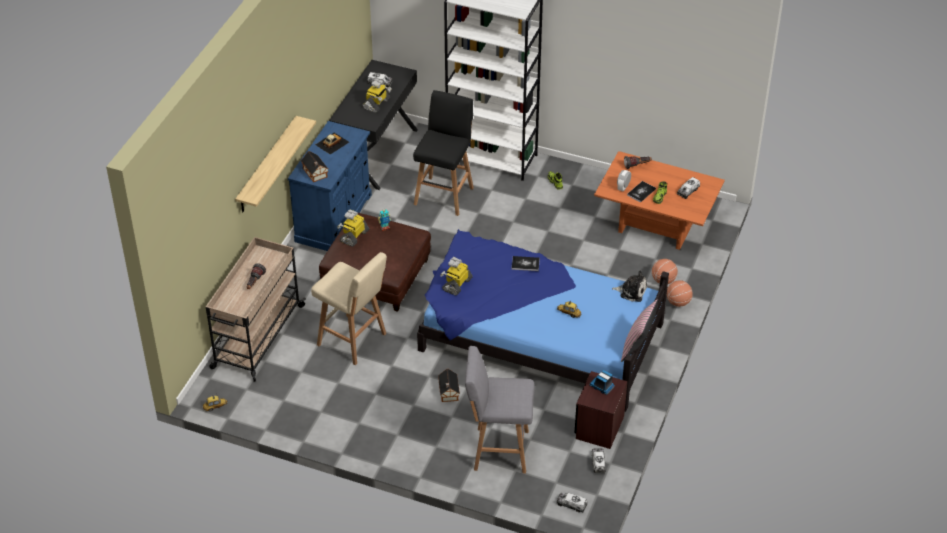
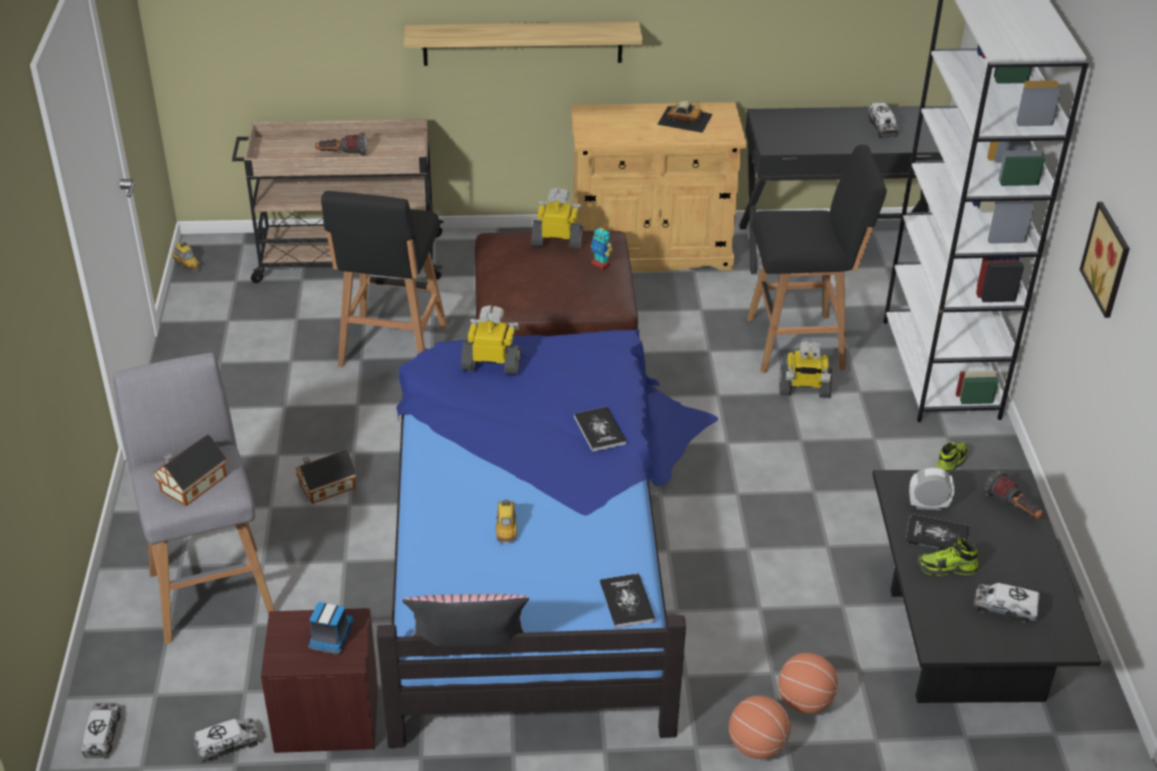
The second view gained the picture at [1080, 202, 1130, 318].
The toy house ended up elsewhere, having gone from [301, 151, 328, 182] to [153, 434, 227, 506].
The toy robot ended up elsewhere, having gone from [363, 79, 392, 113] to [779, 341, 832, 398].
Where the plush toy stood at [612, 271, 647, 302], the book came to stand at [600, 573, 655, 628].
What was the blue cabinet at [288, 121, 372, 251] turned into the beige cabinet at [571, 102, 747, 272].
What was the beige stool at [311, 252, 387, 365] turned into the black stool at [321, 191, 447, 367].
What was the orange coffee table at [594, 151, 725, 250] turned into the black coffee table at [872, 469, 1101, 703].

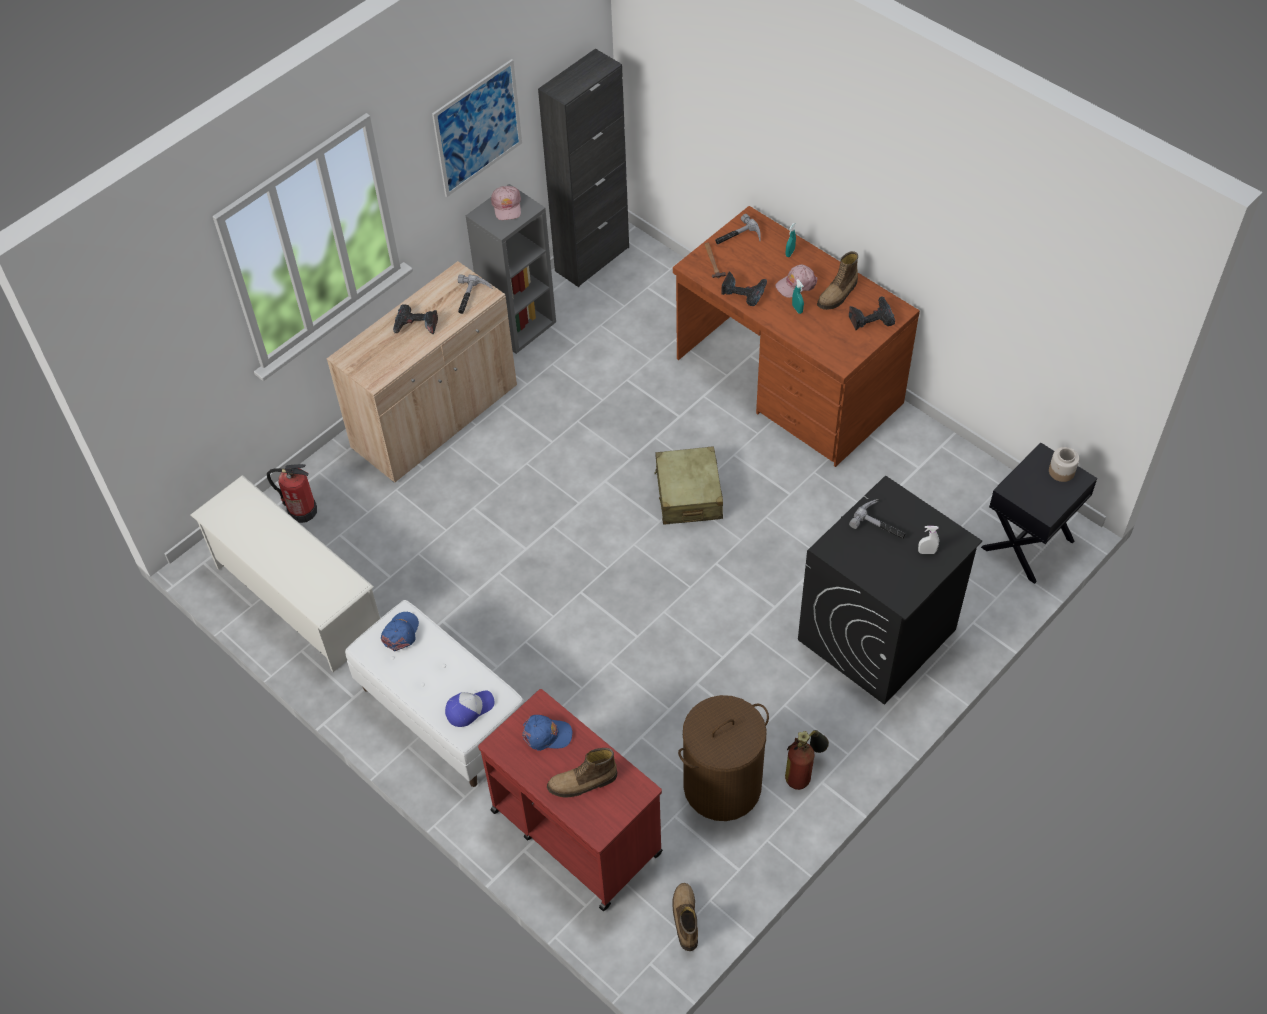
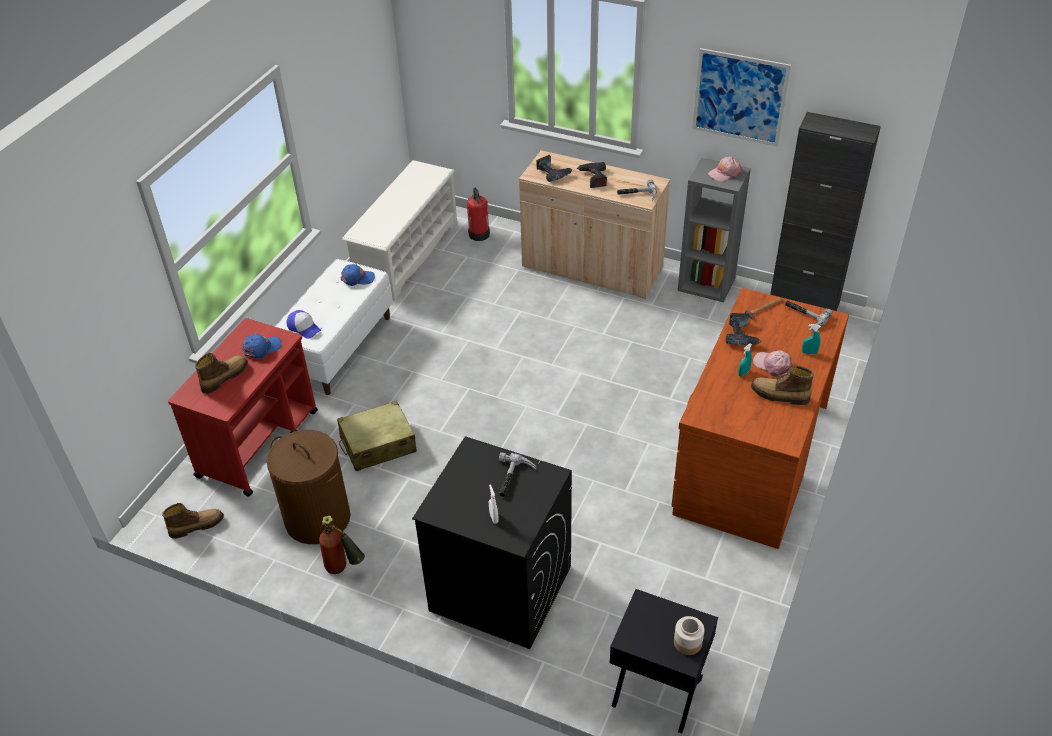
The beige suitcase ended up elsewhere, having gone from [654, 446, 723, 525] to [337, 401, 417, 471].
The power drill ended up elsewhere, having gone from [849, 296, 895, 330] to [536, 155, 573, 182].
The blue cap at [522, 715, 572, 751] ended up facing another way, 105 degrees counterclockwise from before.
The boot at [547, 748, 617, 797] ended up facing another way, 75 degrees clockwise from before.

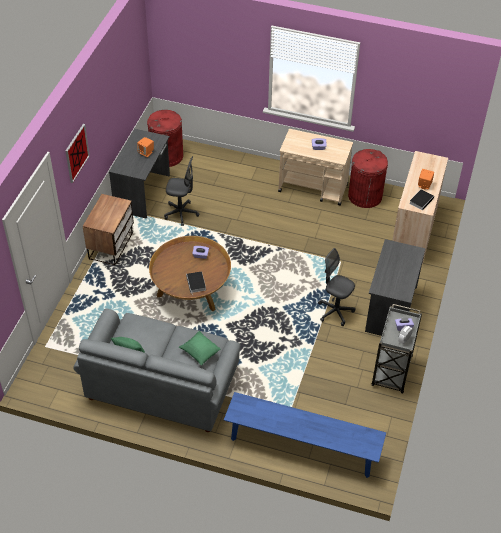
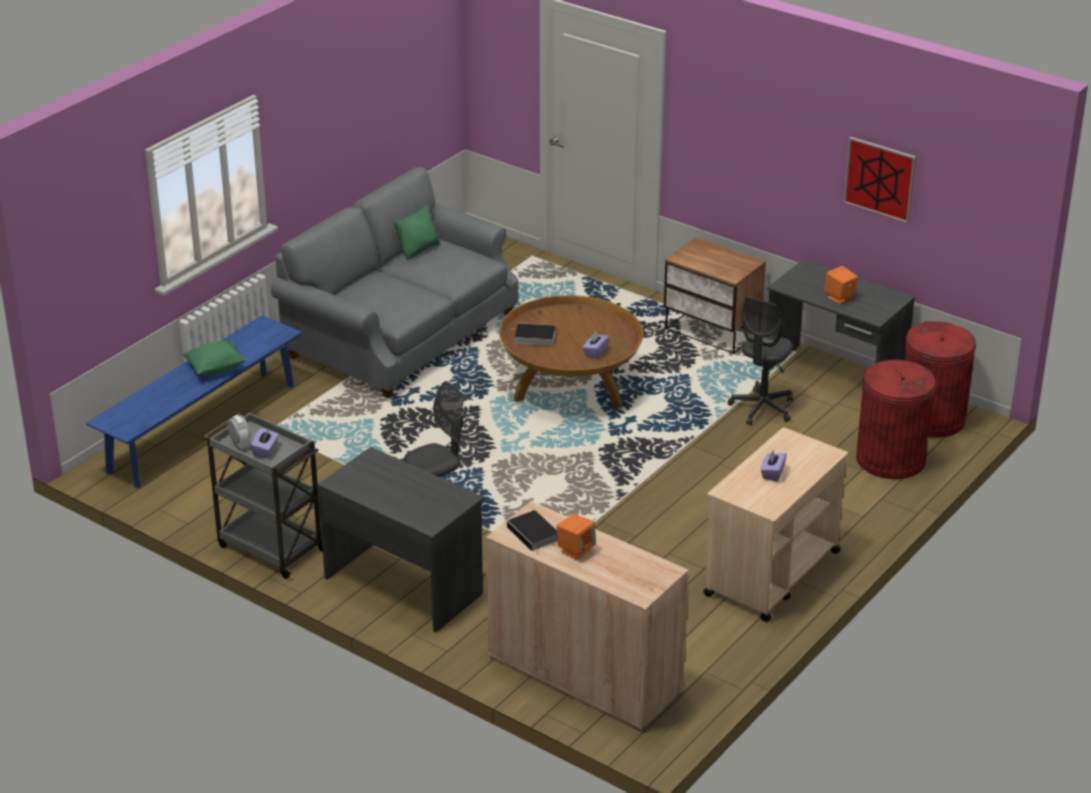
The picture ended up elsewhere, having gone from [65, 124, 90, 183] to [843, 137, 916, 223].
The green pillow ended up elsewhere, having gone from [179, 331, 220, 366] to [183, 340, 247, 375].
The red trash can ended up elsewhere, having gone from [348, 149, 388, 208] to [856, 360, 936, 479].

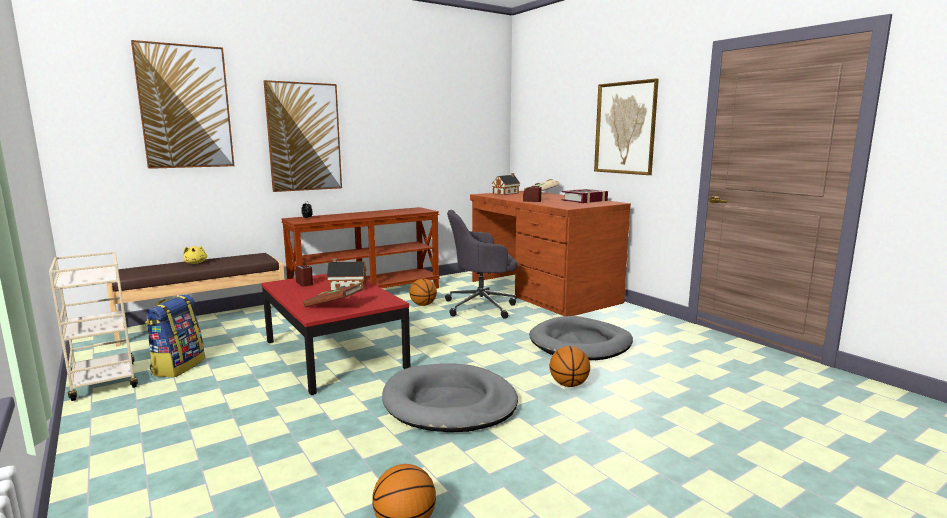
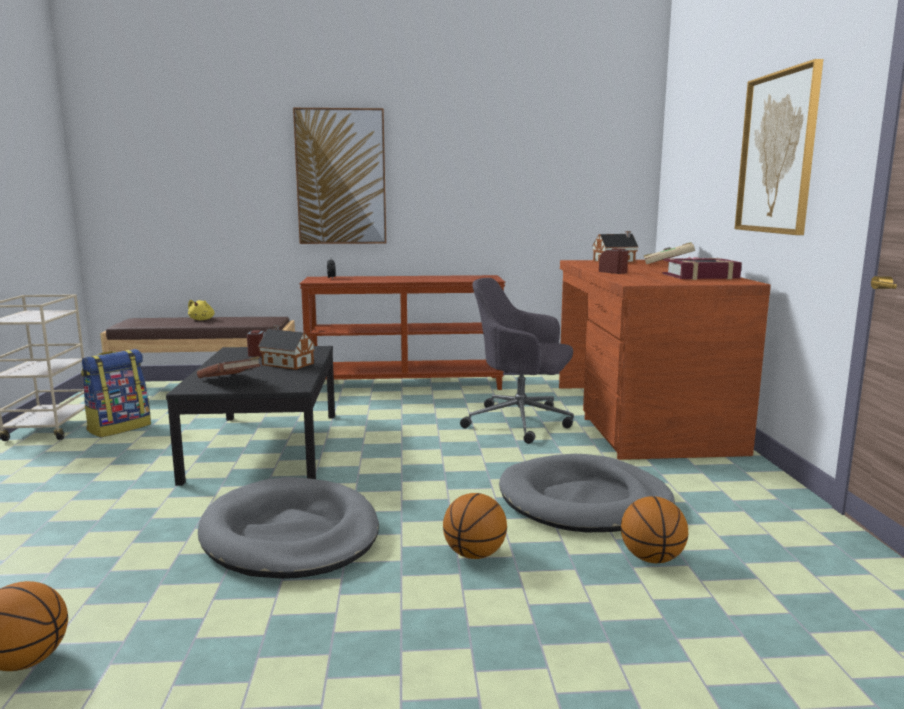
The second view lost the picture at [131, 40, 234, 169].
The basketball ended up elsewhere, having gone from [410, 279, 437, 306] to [621, 496, 688, 563].
What was the red coffee table at [261, 274, 410, 395] turned into the black coffee table at [166, 346, 335, 486].

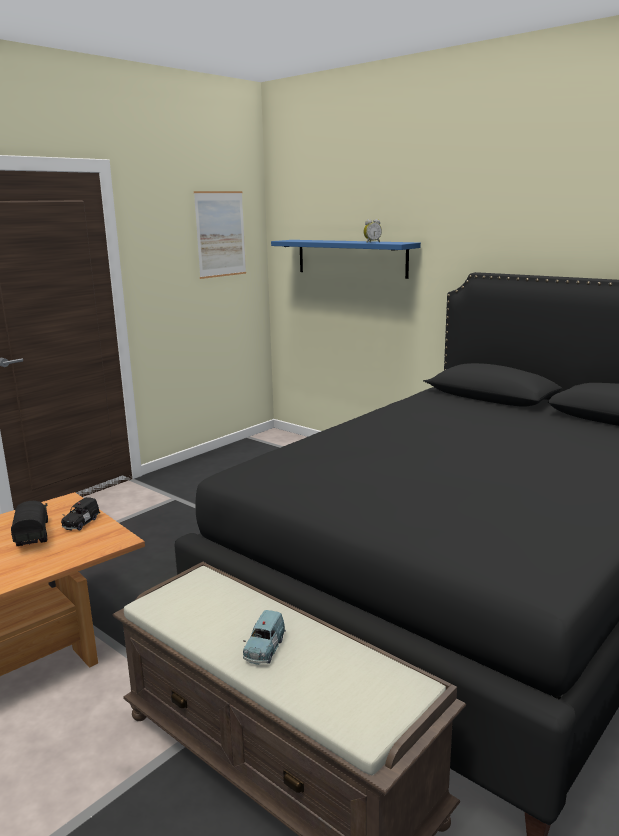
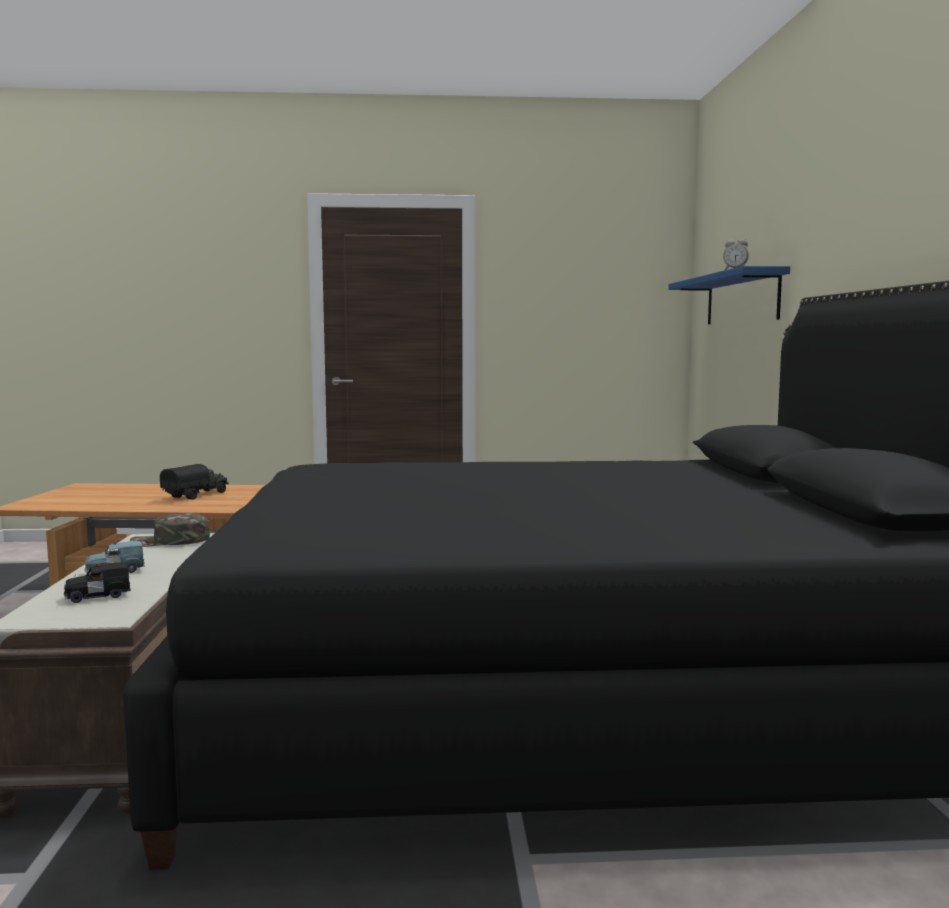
The second view lost the picture at [194, 191, 246, 279].
The second view gained the green cap at [130, 513, 210, 547].
The black toy car ended up elsewhere, having gone from [61, 497, 100, 531] to [64, 562, 131, 603].

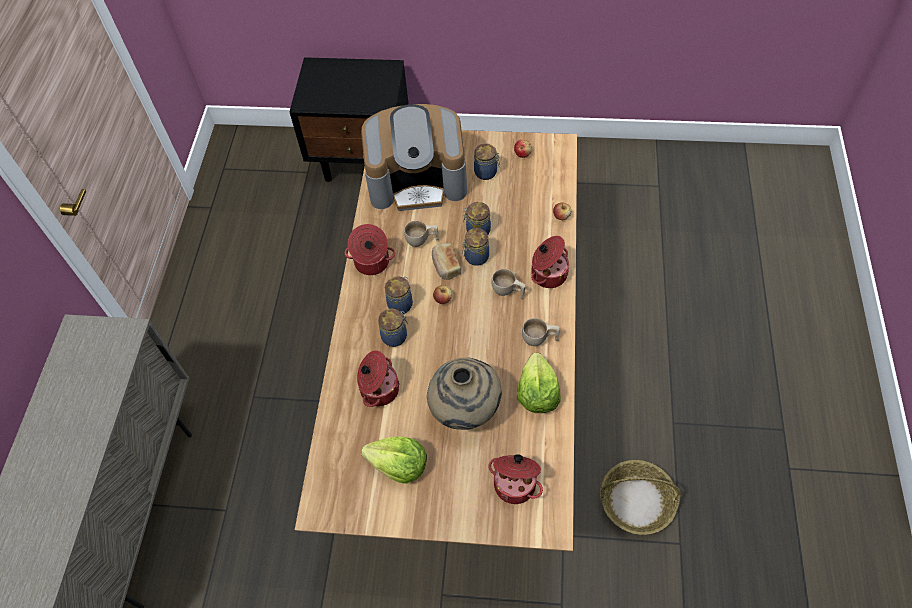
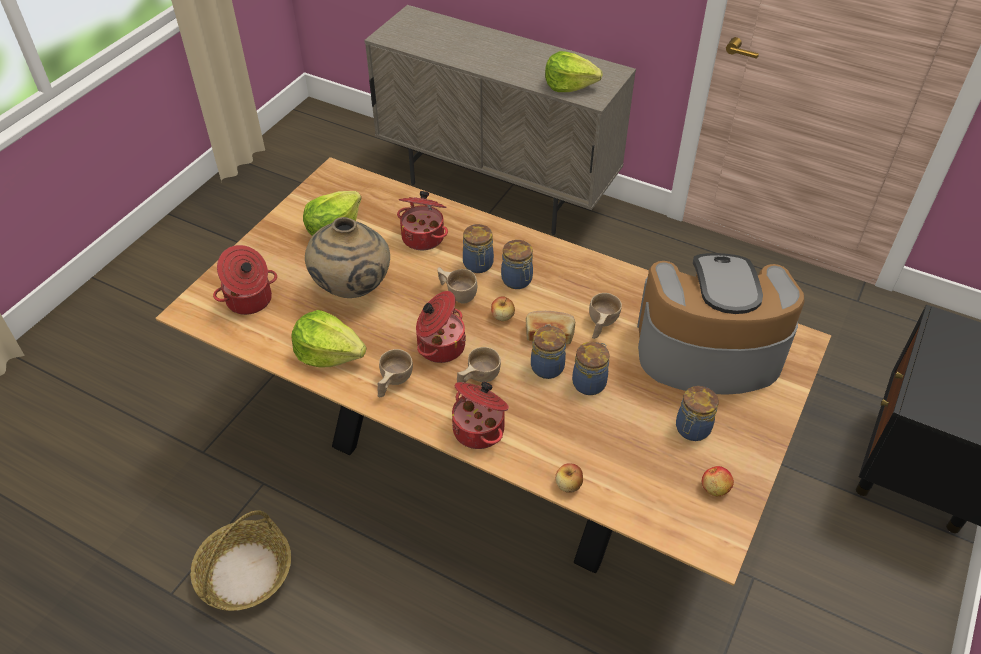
The second view gained the beige cup at [437, 267, 477, 303].
The second view gained the lettuce at [545, 51, 603, 92].
The cooking pot ended up elsewhere, having gone from [345, 224, 395, 275] to [416, 291, 466, 363].
The coffee machine at [361, 104, 467, 211] ended up facing another way, 75 degrees clockwise from before.

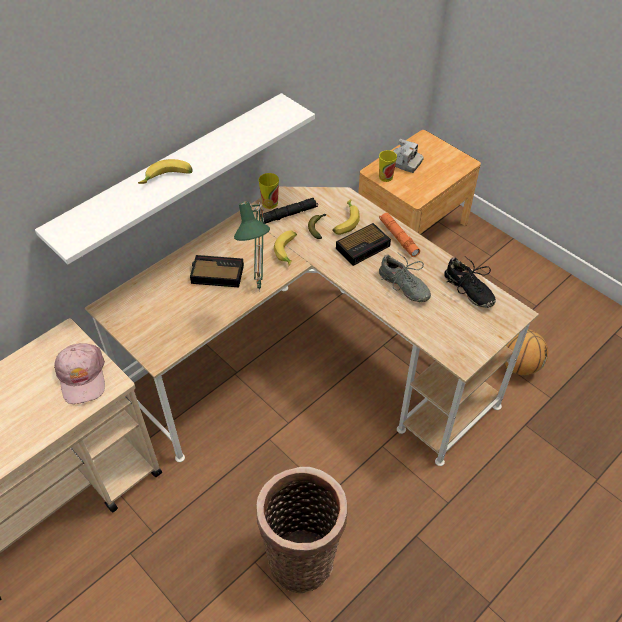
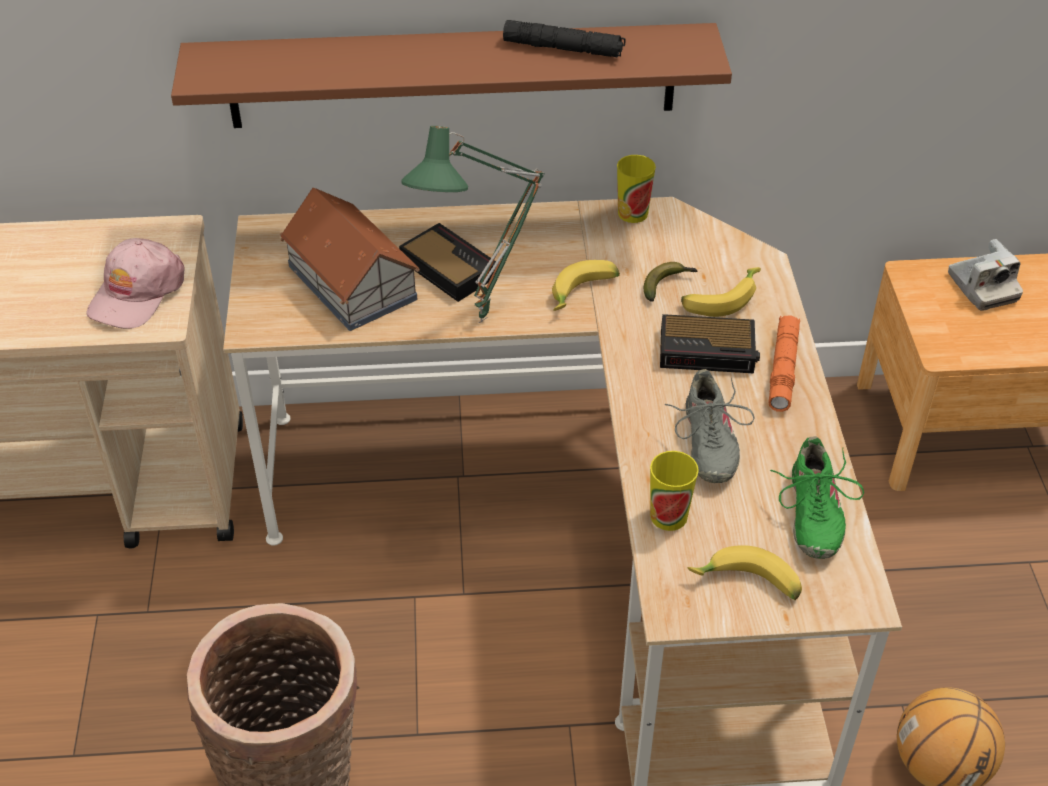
The second view gained the toy house at [280, 188, 419, 331].
The banana ended up elsewhere, having gone from [138, 159, 192, 184] to [687, 545, 802, 600].
The black flashlight ended up elsewhere, having gone from [263, 198, 318, 224] to [503, 20, 625, 57].
The cup ended up elsewhere, having gone from [379, 150, 397, 182] to [650, 451, 699, 531].
What was the white shelf at [35, 93, 315, 264] turned into the brown shelf at [171, 23, 732, 128].
What was the black shoe at [444, 256, 496, 308] turned into the green shoe at [770, 436, 864, 559].

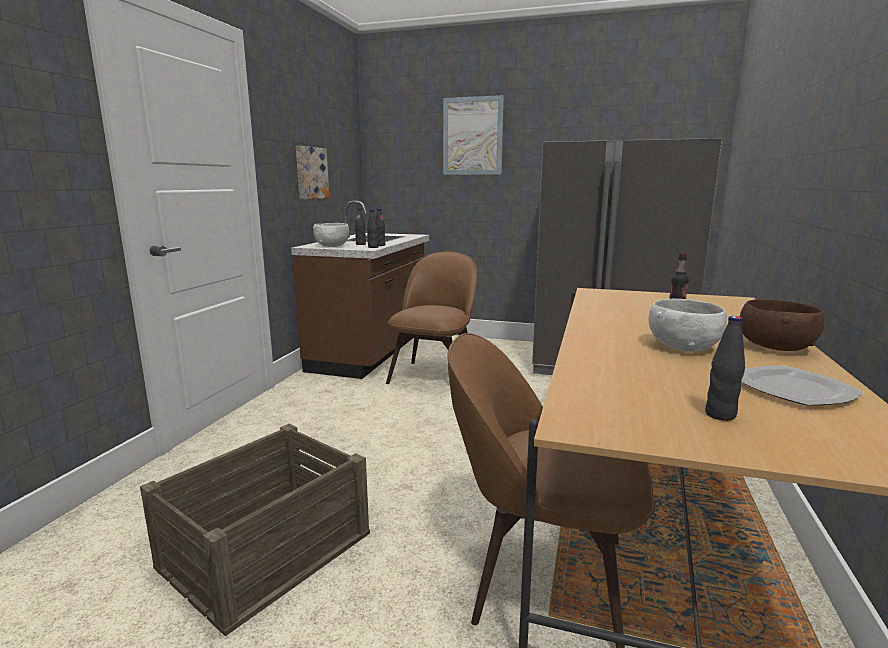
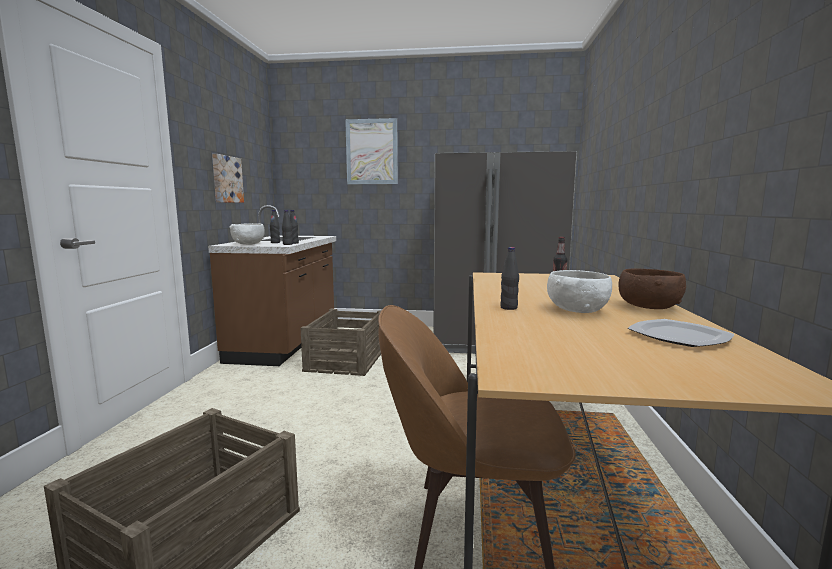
The black bottle ended up elsewhere, having gone from [705, 316, 745, 421] to [500, 247, 519, 310].
Where the brown chair stood at [386, 252, 477, 384], the crate came to stand at [301, 308, 381, 376].

